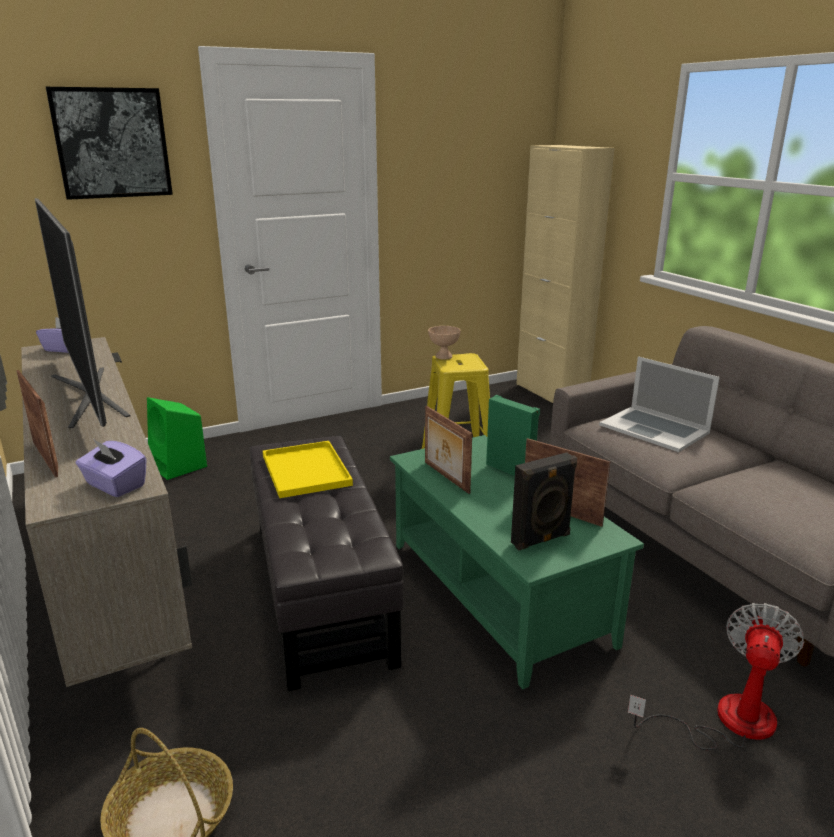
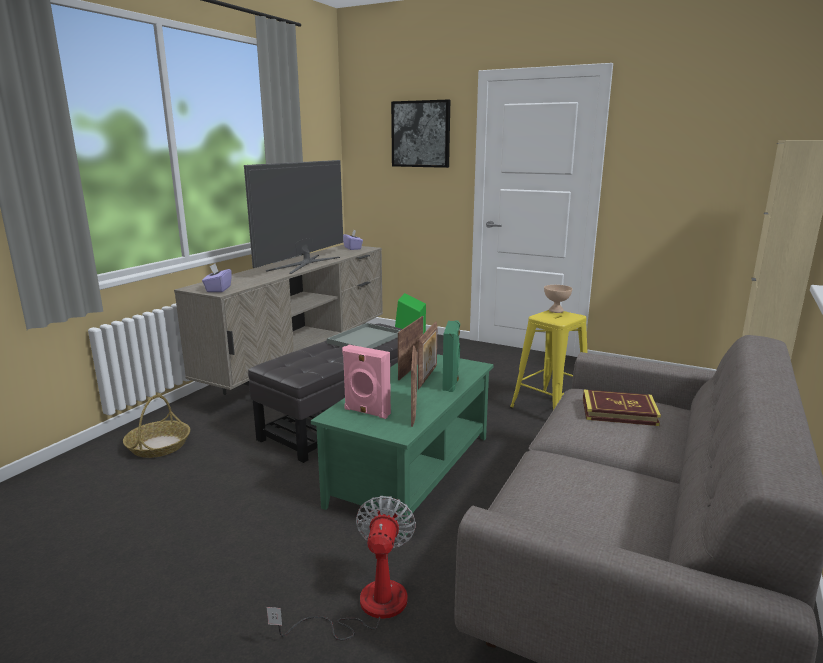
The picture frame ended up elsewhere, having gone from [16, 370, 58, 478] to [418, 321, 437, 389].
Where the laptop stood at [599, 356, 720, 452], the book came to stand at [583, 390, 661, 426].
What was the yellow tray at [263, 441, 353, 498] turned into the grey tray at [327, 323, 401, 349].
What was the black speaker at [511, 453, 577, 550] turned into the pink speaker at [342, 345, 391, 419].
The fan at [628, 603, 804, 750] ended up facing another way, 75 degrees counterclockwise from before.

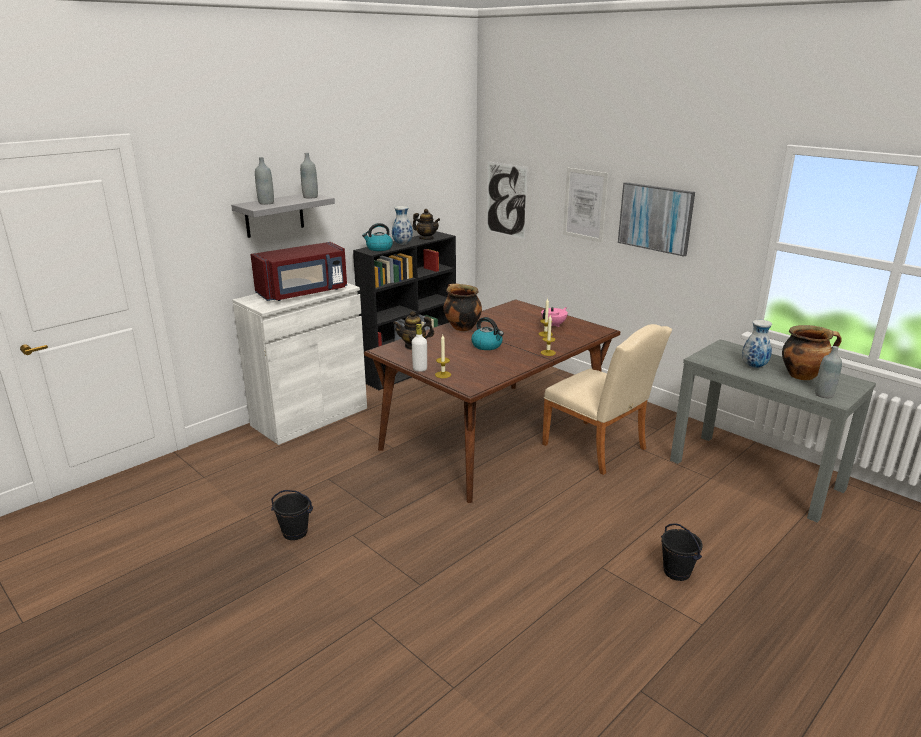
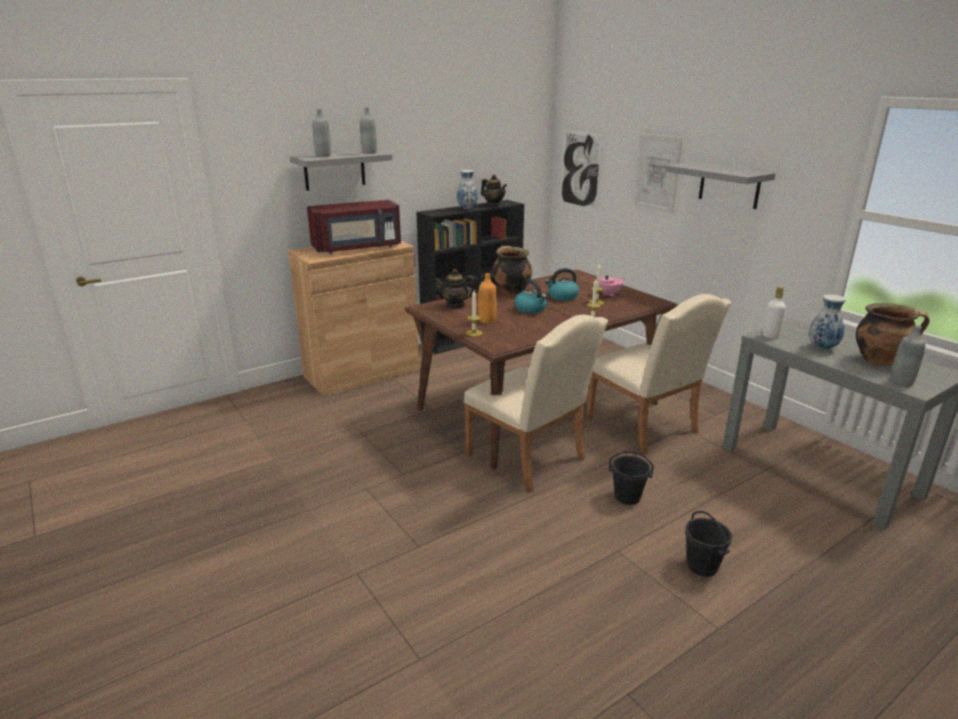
The second view gained the beige chair at [463, 315, 608, 493].
The second view gained the orange bottle at [478, 273, 497, 323].
The black bucket ended up elsewhere, having gone from [271, 490, 313, 540] to [609, 451, 654, 505].
The kettle ended up elsewhere, having gone from [362, 223, 393, 251] to [545, 268, 579, 301].
The white bottle ended up elsewhere, having gone from [412, 324, 427, 372] to [763, 287, 786, 339].
Where the picture hung at [618, 182, 695, 257], the grey shelf came to hang at [665, 162, 776, 209].
What was the white cabinet at [232, 283, 367, 445] turned into the brown cabinet at [288, 241, 419, 397].

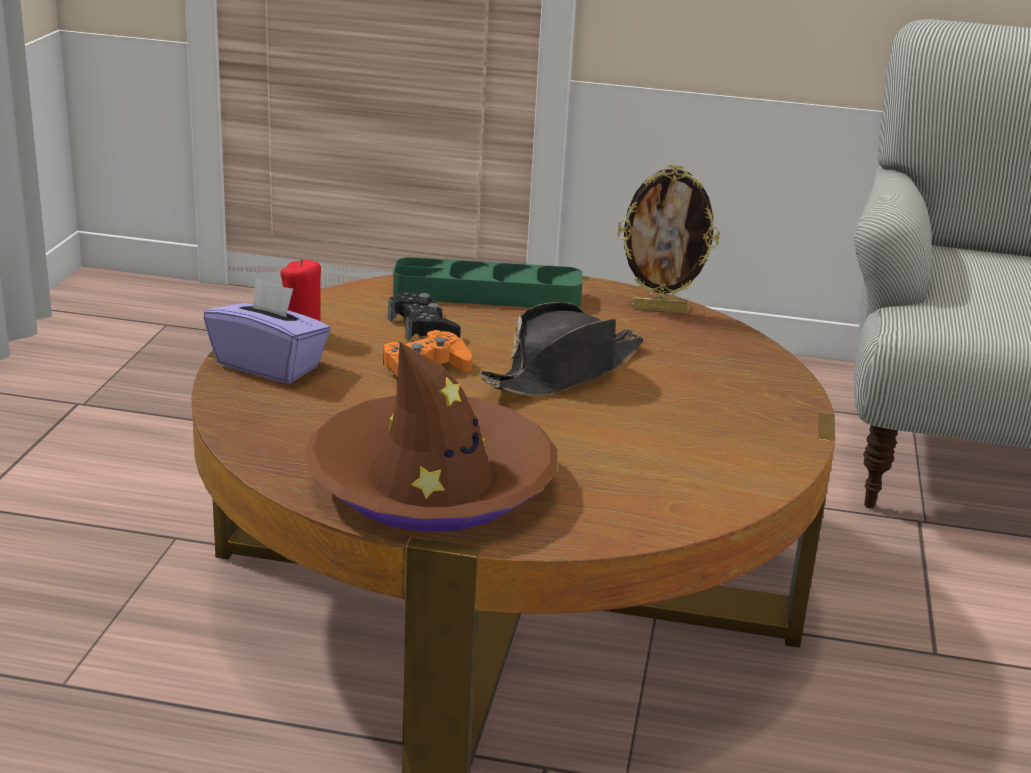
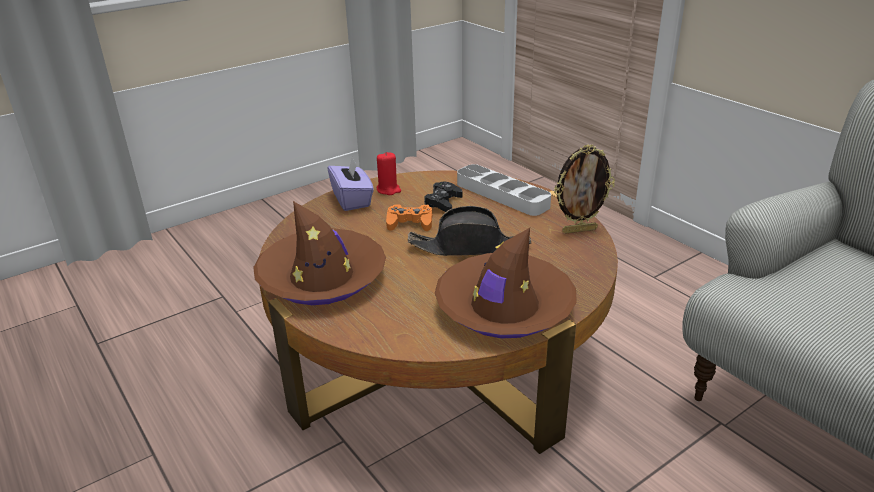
The second view gained the brown hat at [435, 228, 577, 338].
What was the green tray at [393, 257, 582, 307] turned into the grey tray at [457, 164, 551, 216].
The picture frame at [617, 164, 720, 314] ended up facing another way, 60 degrees counterclockwise from before.

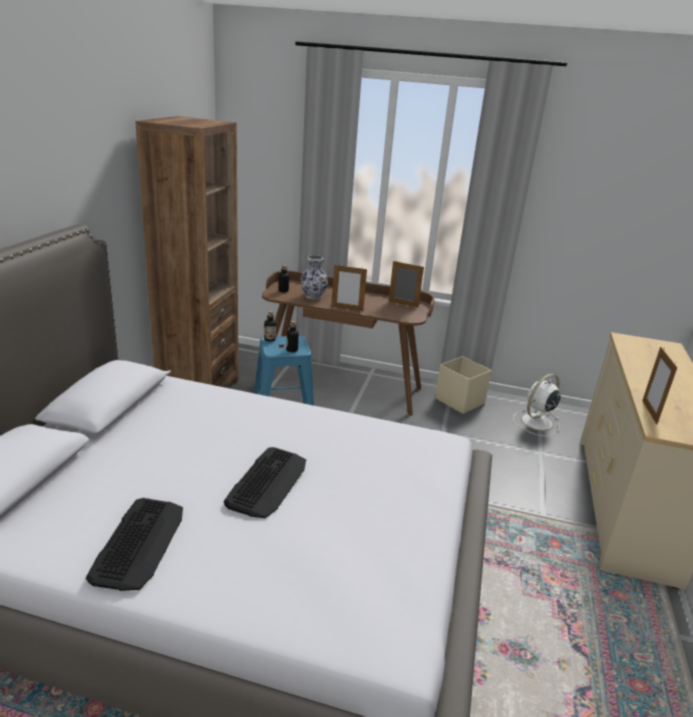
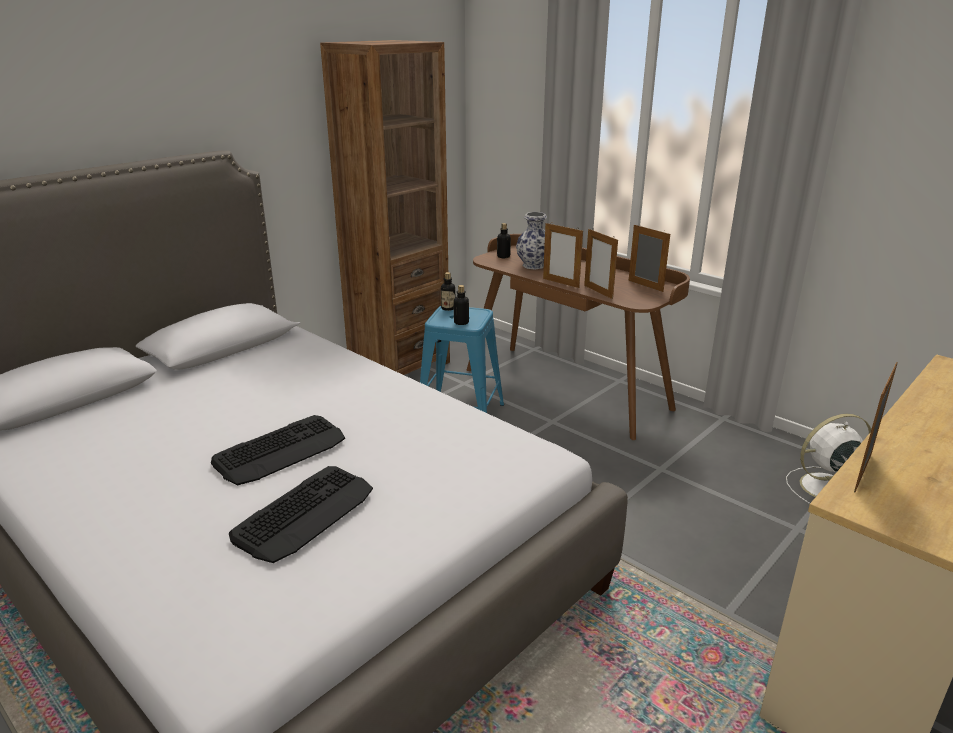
The second view lost the beige storage box at [435, 356, 492, 414].
The second view gained the picture frame at [584, 228, 618, 299].
The keyboard ended up elsewhere, having gone from [86, 498, 183, 591] to [229, 466, 373, 563].

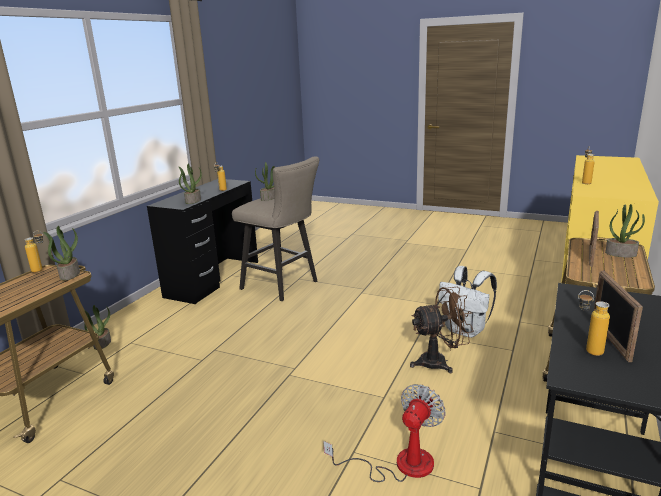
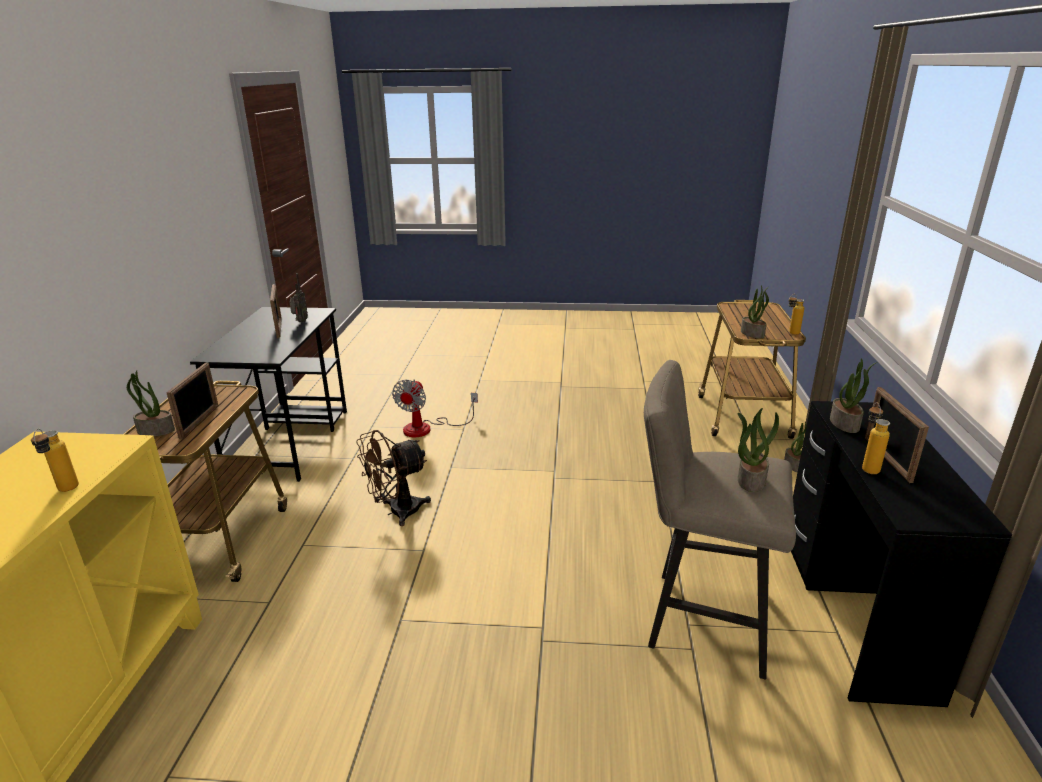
The second view lost the white backpack at [438, 266, 497, 338].
The second view gained the picture frame at [865, 387, 929, 483].
Where the bottle stood at [578, 290, 610, 356], the radio came to stand at [290, 273, 308, 323].

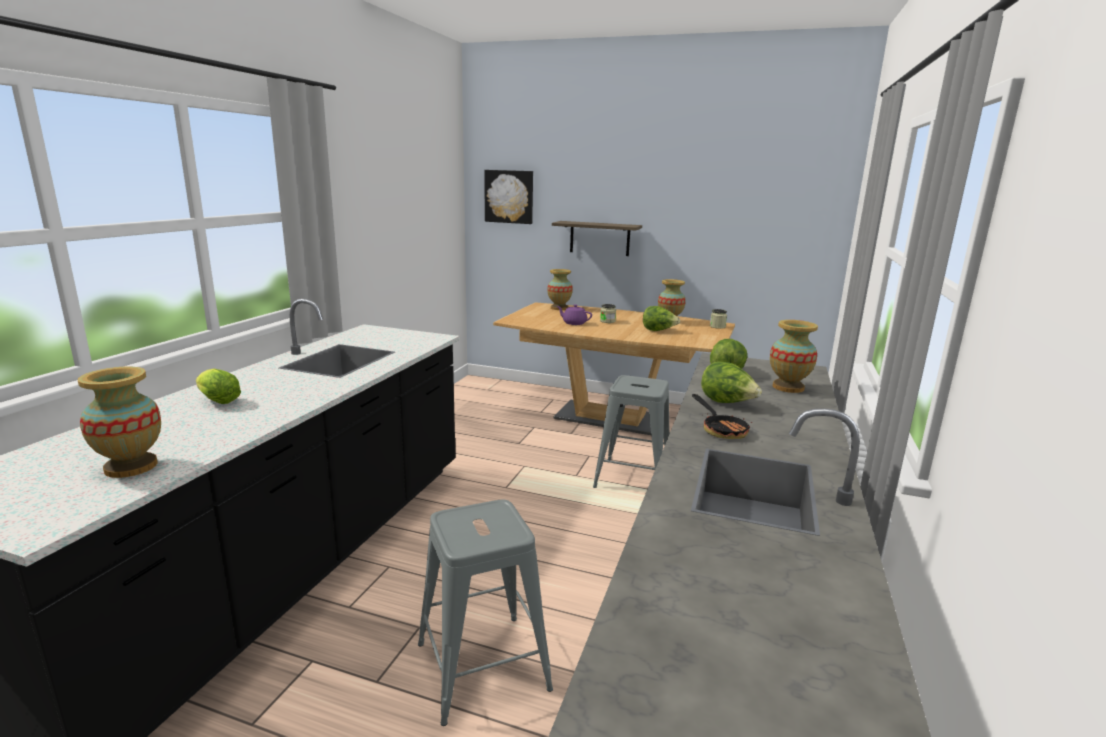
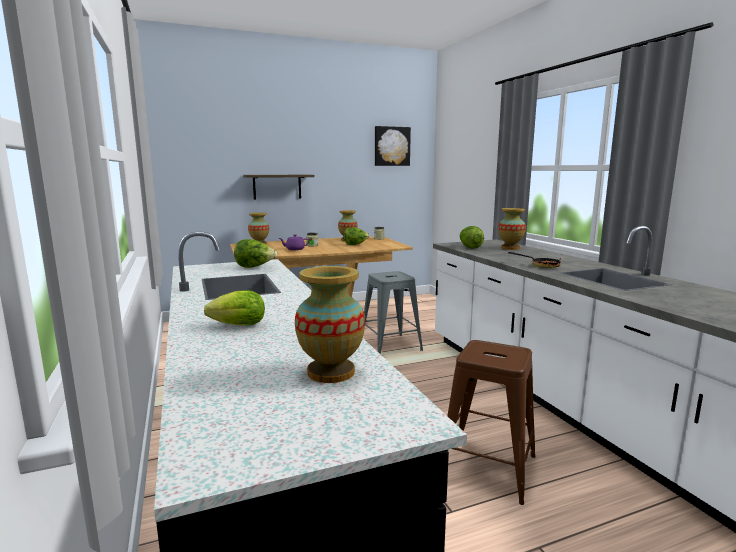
The picture ended up elsewhere, having gone from [484, 170, 533, 224] to [375, 126, 411, 166].
The lettuce ended up elsewhere, having gone from [701, 362, 762, 403] to [234, 239, 277, 268].
What was the grey stool at [418, 500, 553, 726] turned into the brown stool at [447, 340, 536, 505].

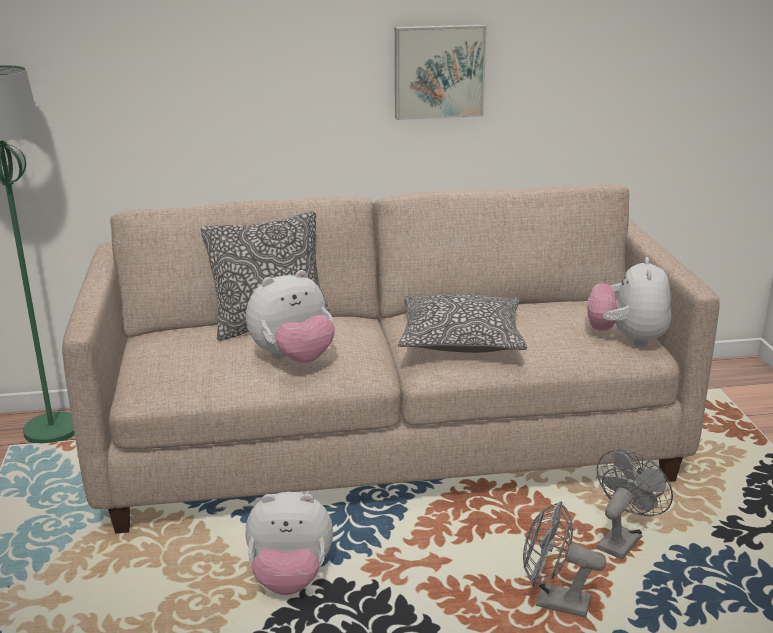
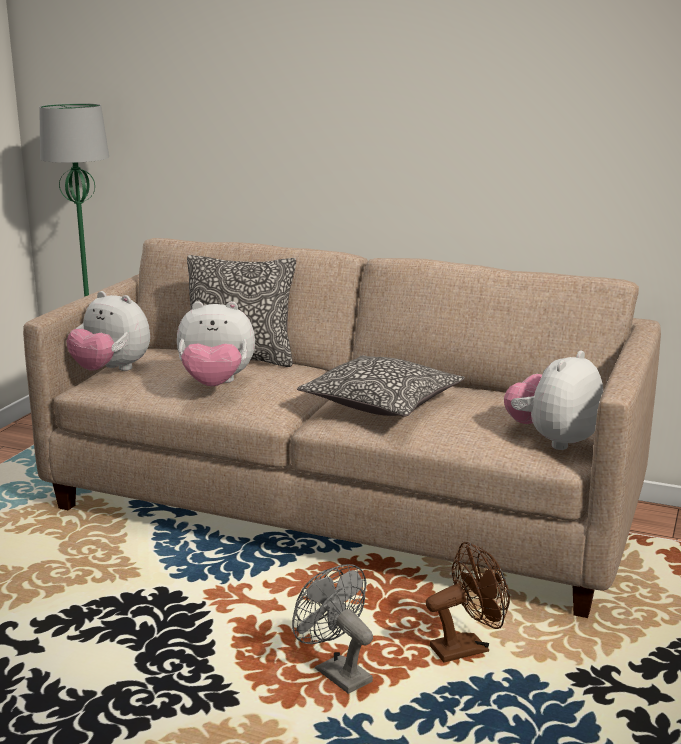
The second view lost the picture at [395, 24, 487, 120].
The plush toy ended up elsewhere, having gone from [246, 492, 333, 595] to [67, 291, 150, 371].
What was the grey fan at [596, 449, 673, 560] turned into the brown fan at [426, 542, 510, 663].

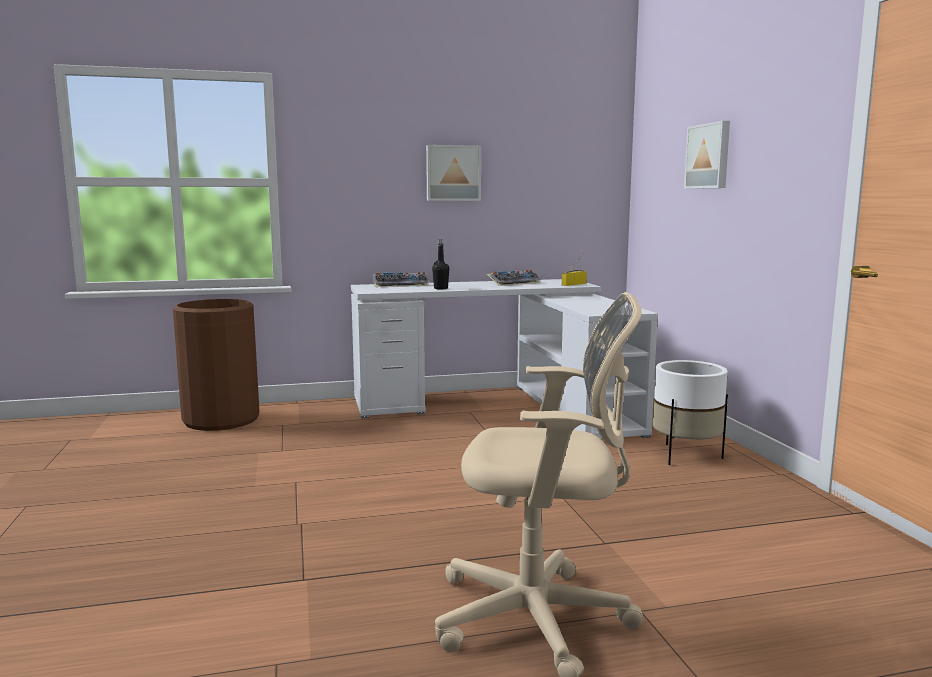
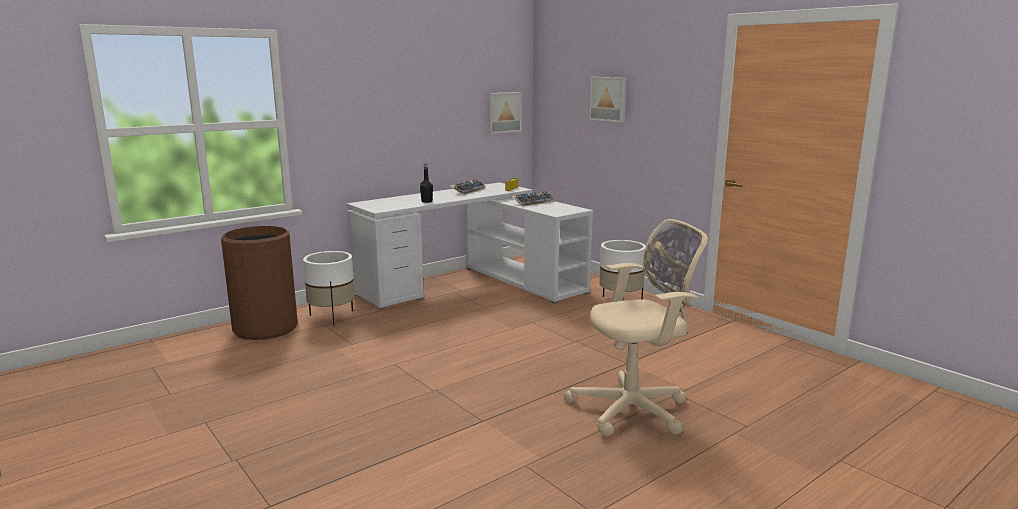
The second view gained the white planter at [303, 251, 355, 326].
The keyboard ended up elsewhere, having gone from [373, 272, 429, 287] to [511, 191, 554, 207].
The picture ended up elsewhere, having gone from [426, 145, 481, 201] to [488, 92, 522, 134].

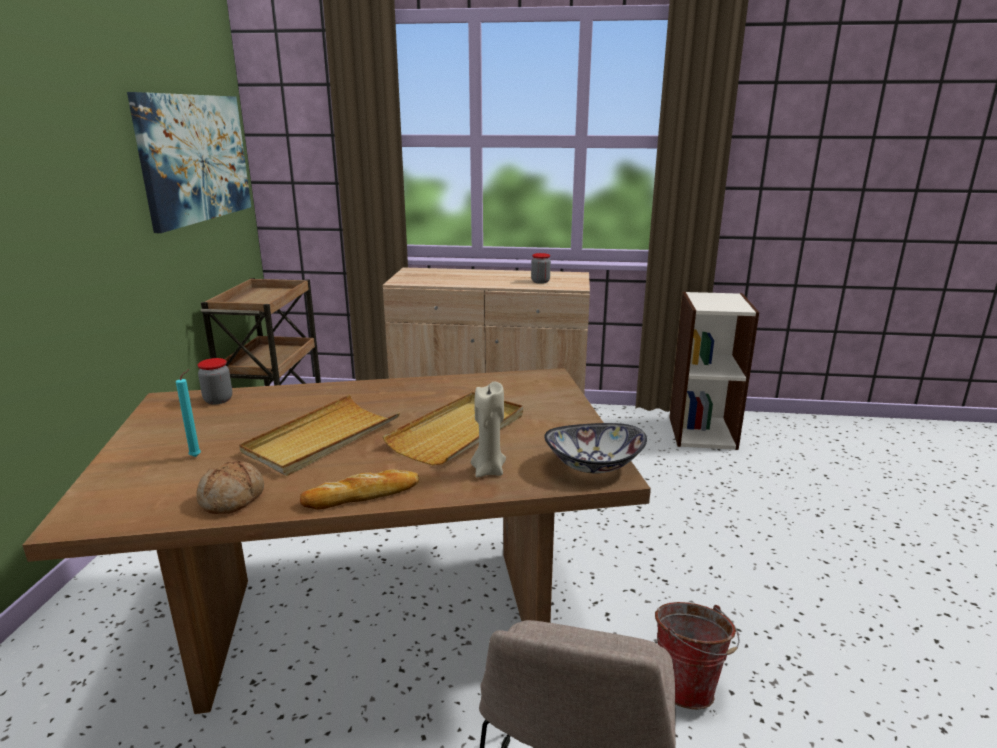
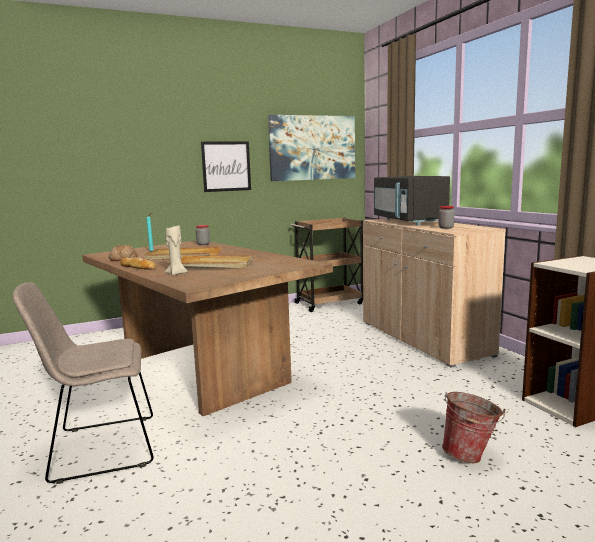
The second view lost the bowl at [544, 423, 647, 473].
The second view gained the picture at [201, 141, 251, 192].
The second view gained the black microwave at [374, 176, 450, 226].
The bucket ended up elsewhere, having gone from [655, 602, 740, 709] to [442, 391, 505, 463].

